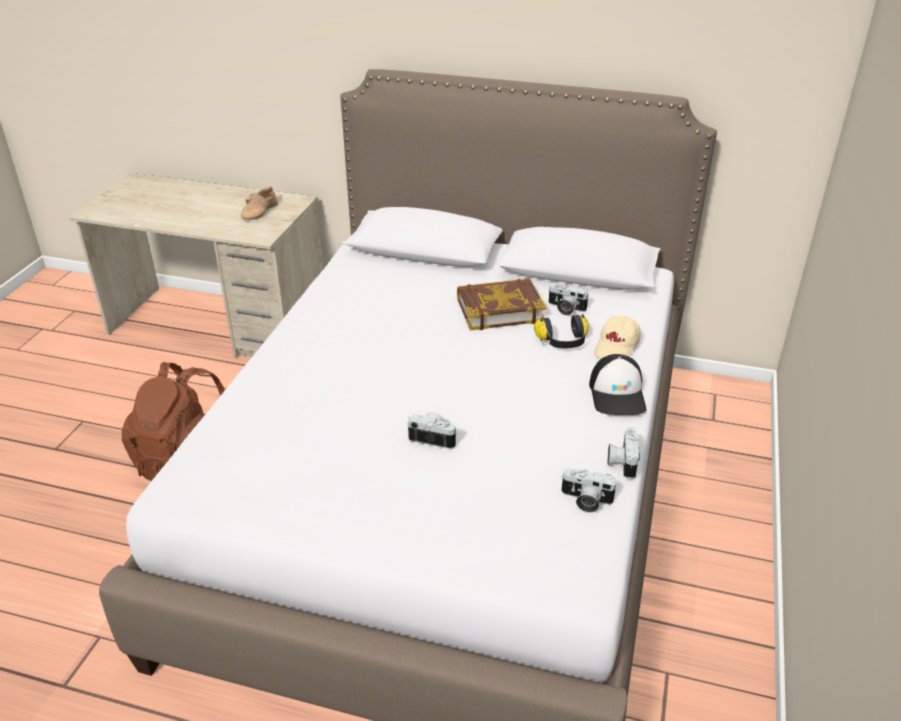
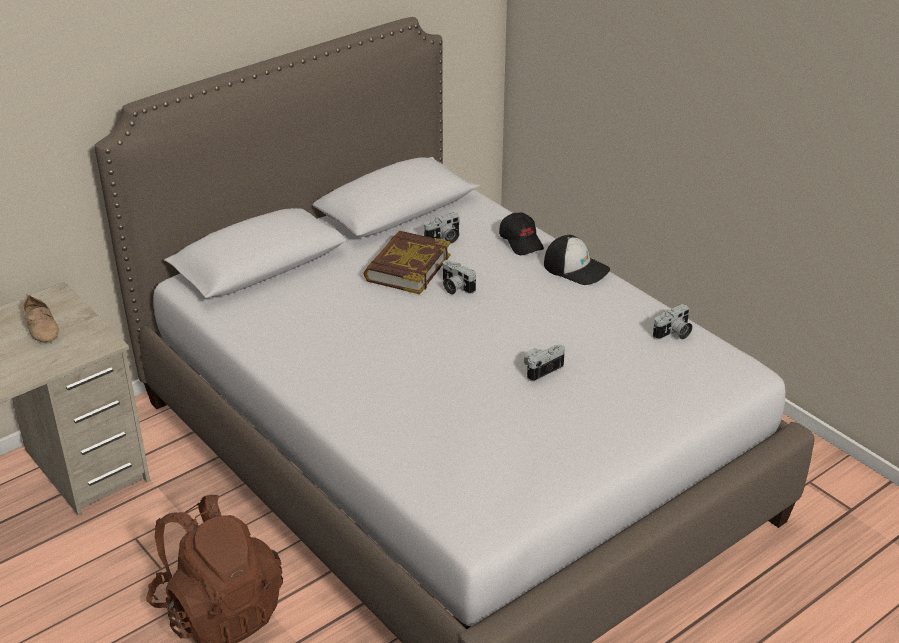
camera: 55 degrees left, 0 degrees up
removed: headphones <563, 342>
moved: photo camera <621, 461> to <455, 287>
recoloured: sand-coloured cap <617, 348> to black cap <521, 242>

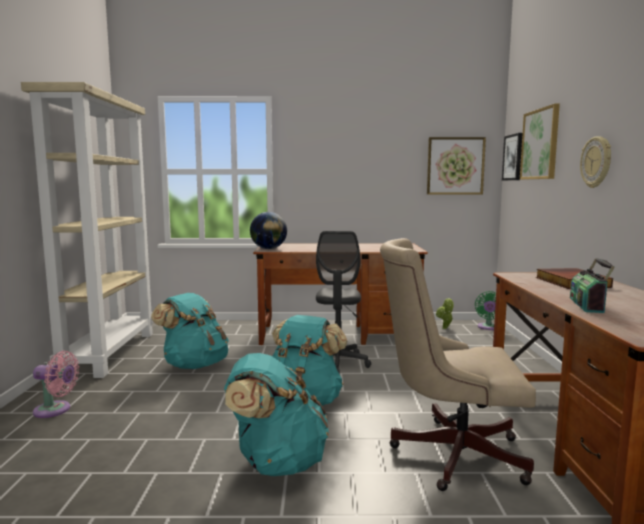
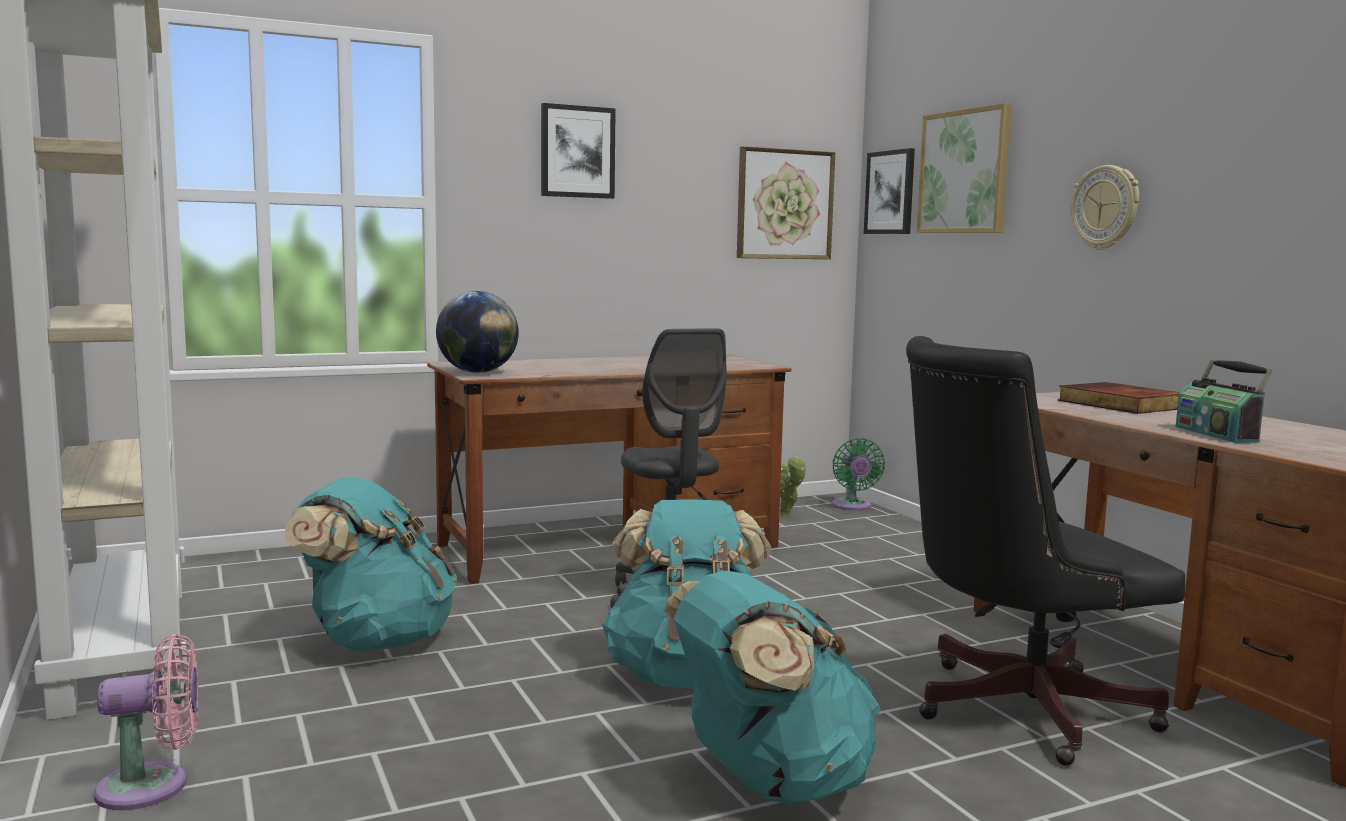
camera: 25 degrees left, 0 degrees up
added: wall picture <577, 152>
recoloured: sand-coloured desk chair <449, 452> to black desk chair <1014, 709>

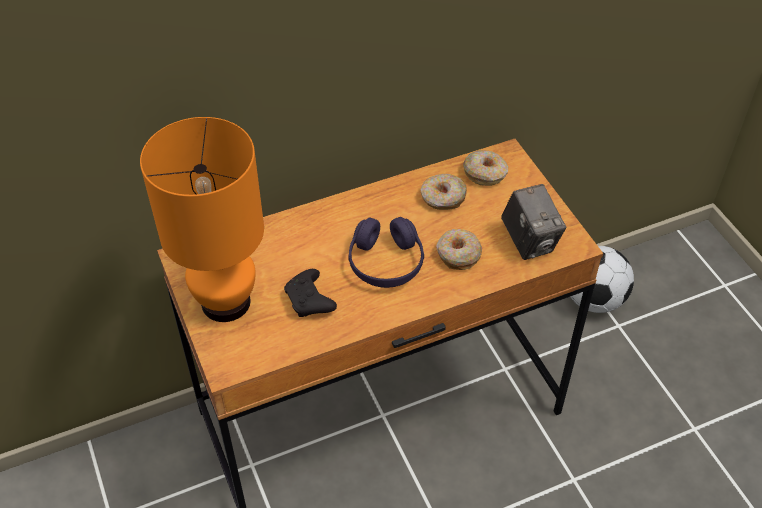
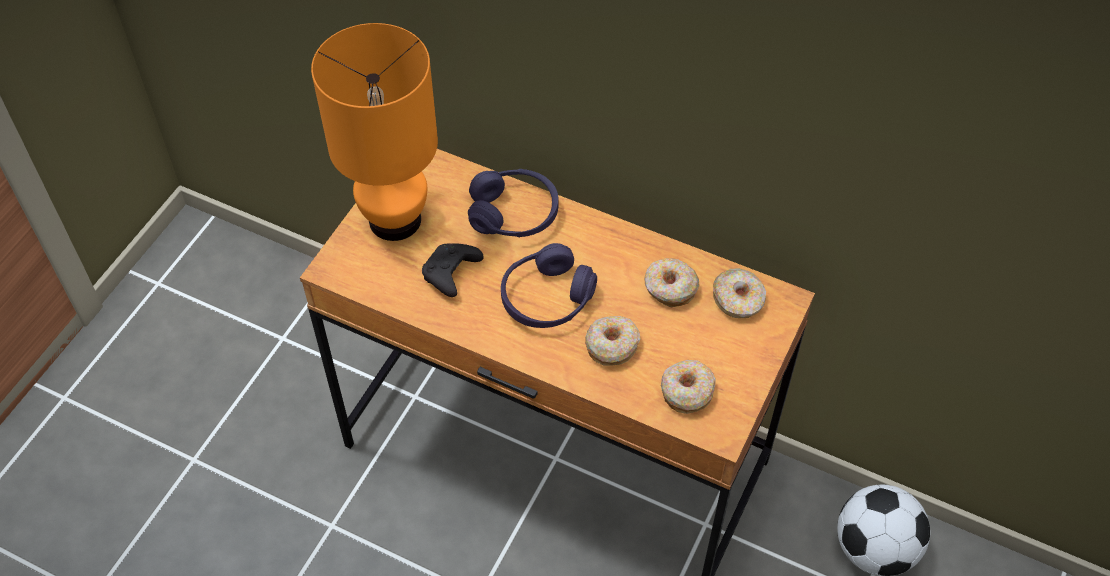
camera: 50 degrees right, 5 degrees up
added: purplish headphones <513, 213>
replaced: photo camera <529, 241> to ring doughnut <686, 391>

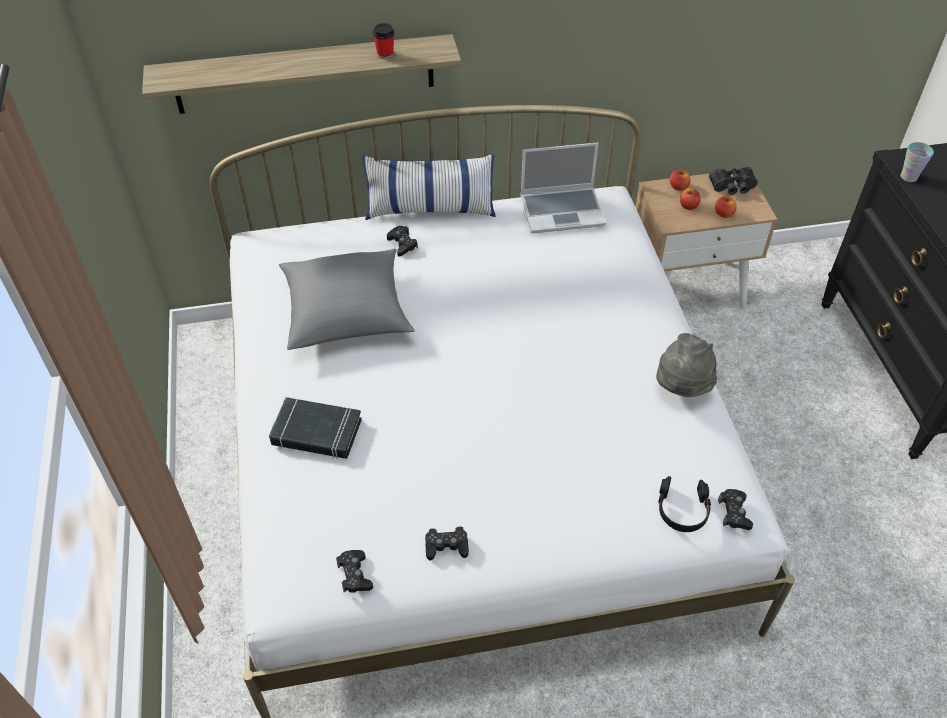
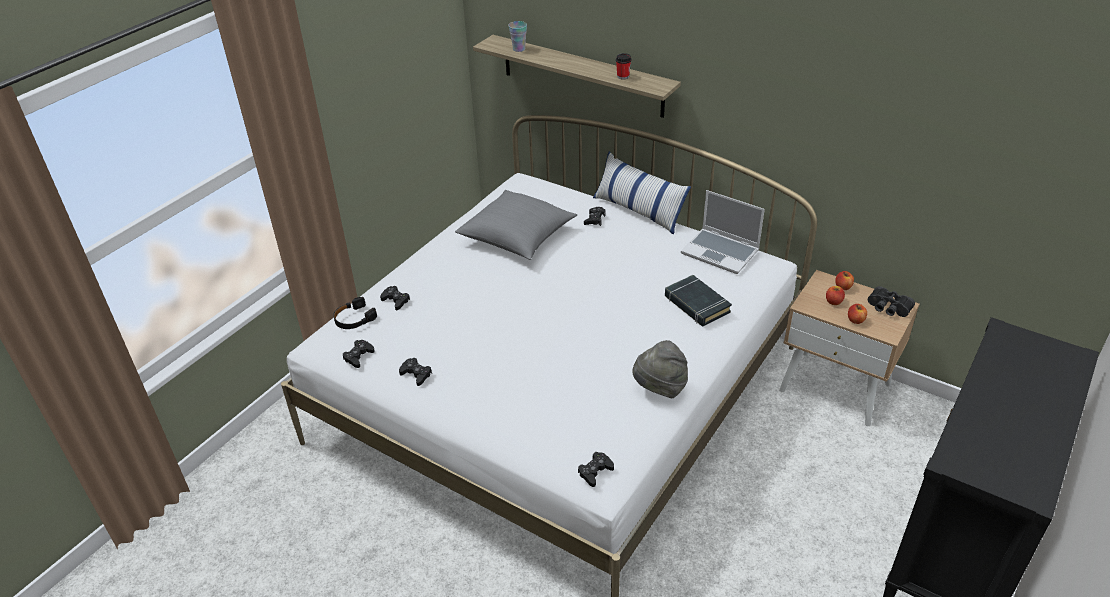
camera: 45 degrees right, 10 degrees down
added: black game controller <395, 300>
moved: cup <908, 177> to <519, 49>; black book <316, 433> to <696, 304>; black headphones <682, 509> to <354, 319>

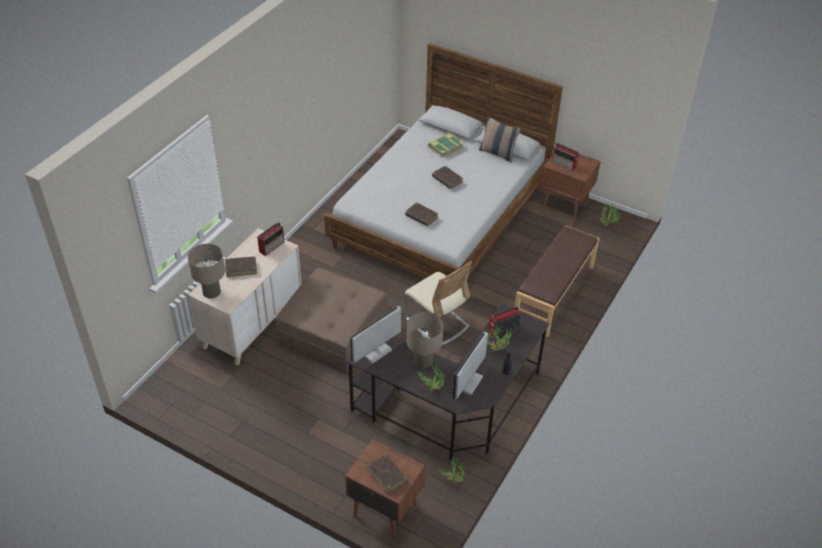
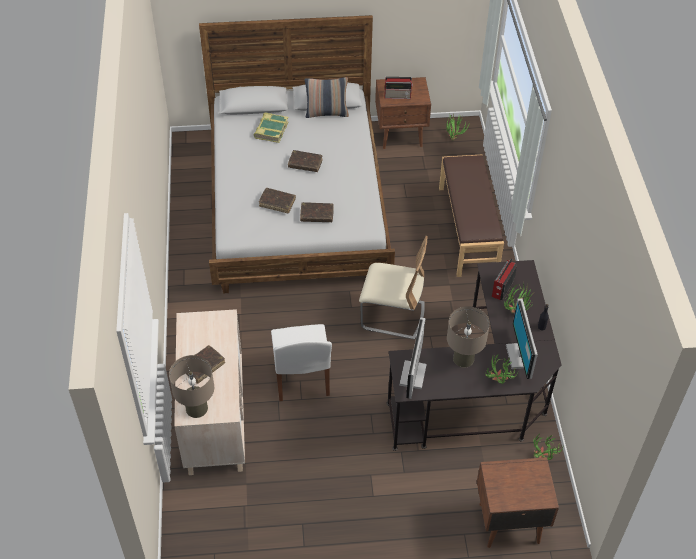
camera: 35 degrees left, 5 degrees up
removed: radio <272, 246>
moved: brown-coloured book <387, 475> to <277, 203>
replaced: brown-coloured pouffe <332, 330> to white-coloured plain chair <301, 379>

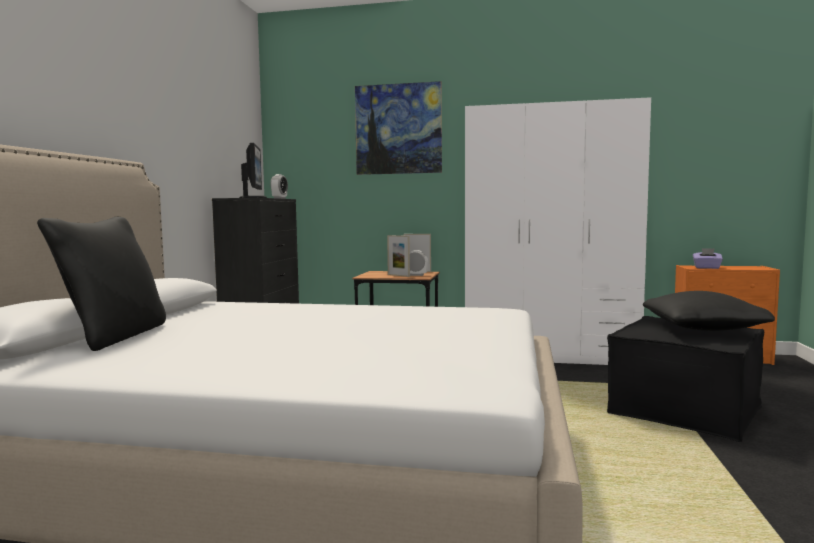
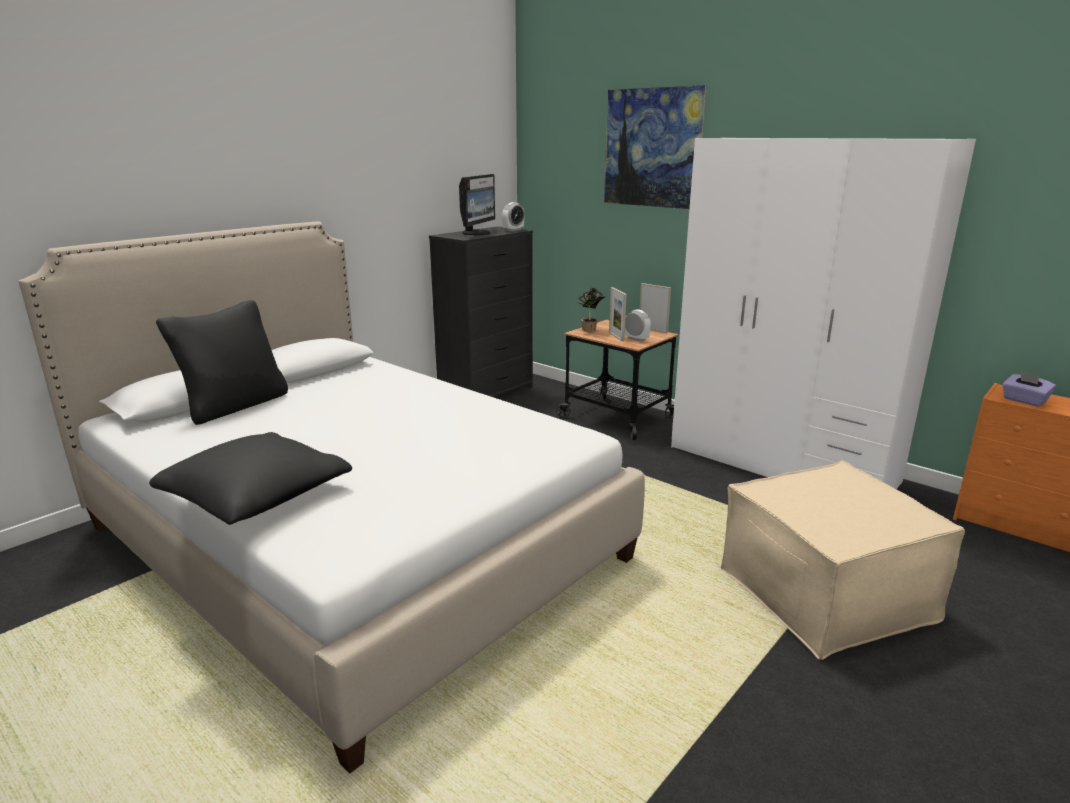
camera: 30 degrees right, 15 degrees up
added: houseplant <590, 330>
moved: black throw pillow <703, 328> to <256, 497>
recoloured: black pouffe <684, 410> to sand-coloured pouffe <825, 593>

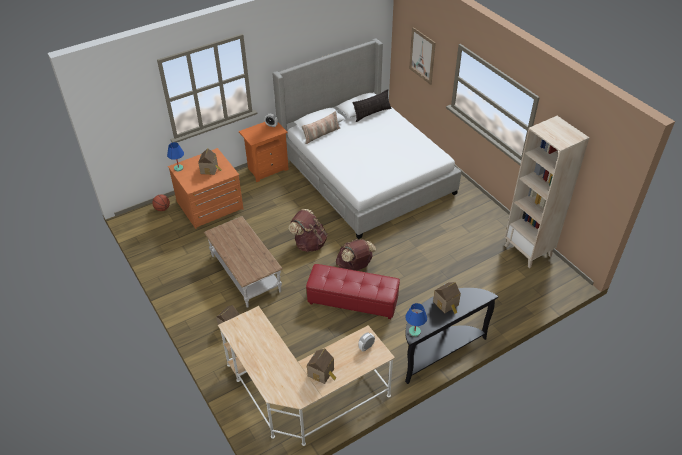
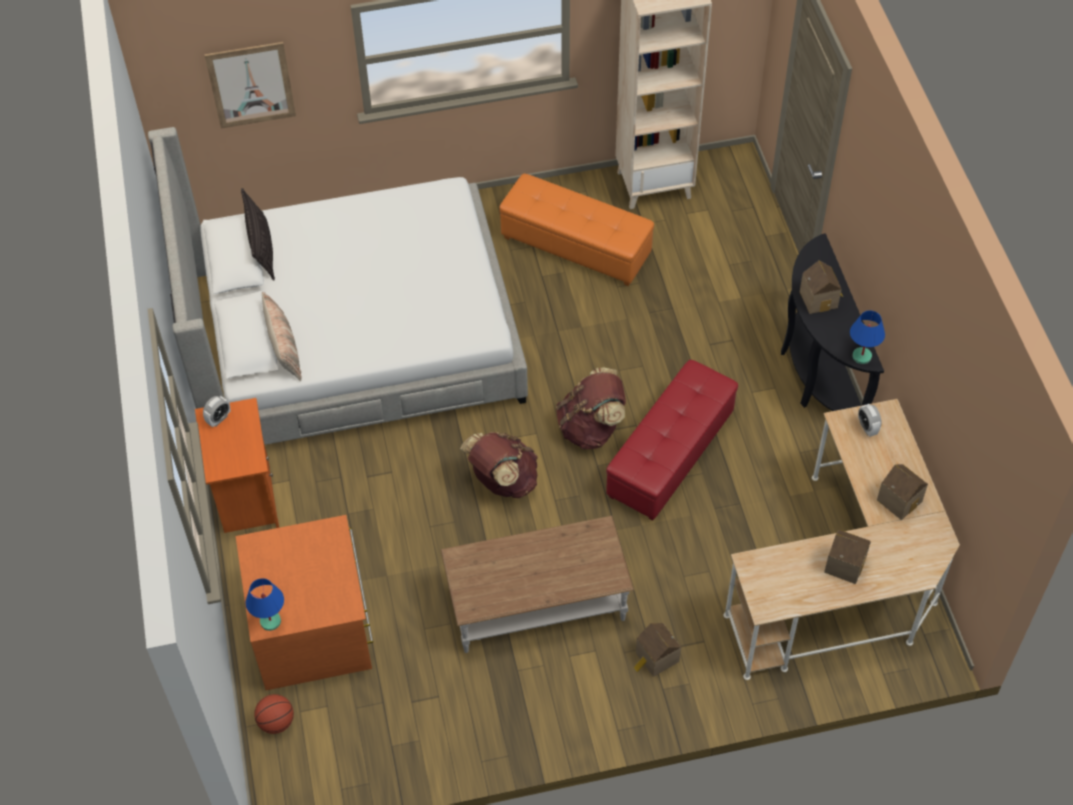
camera: 70 degrees left, 10 degrees up
added: orange pouffe <577, 246>
moved: miniature house <210, 169> to <845, 563>

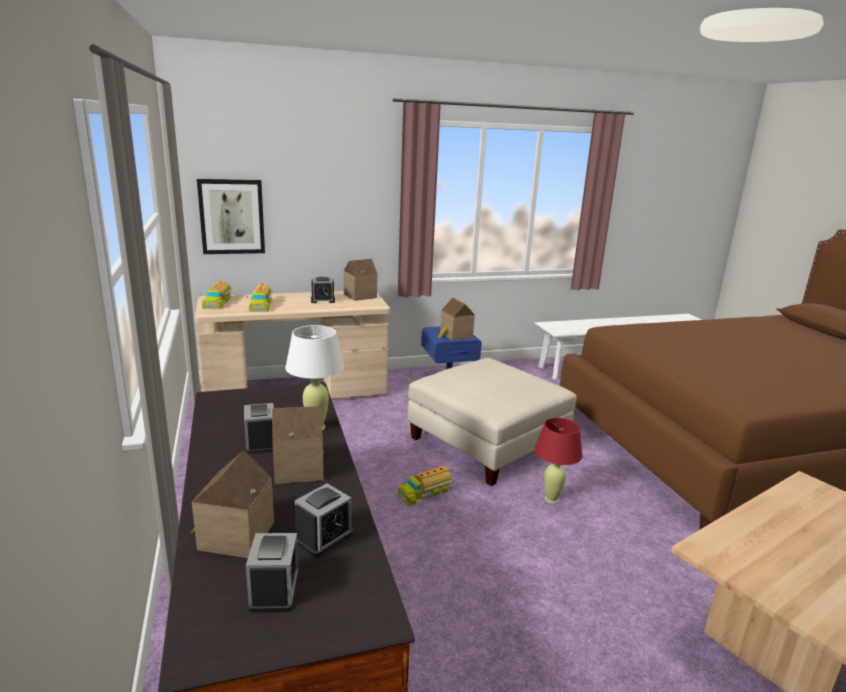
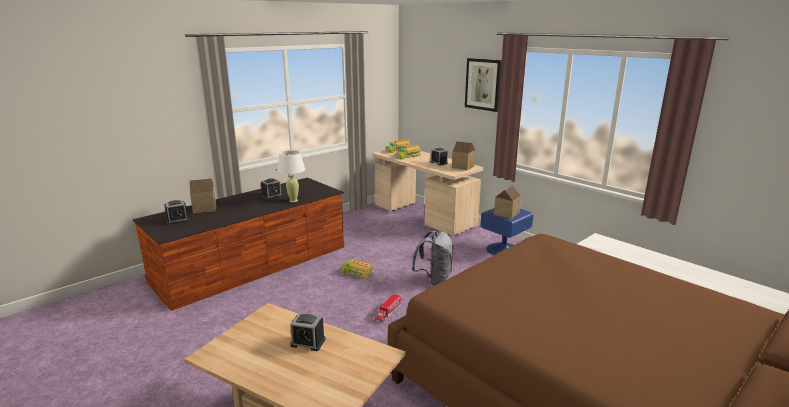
camera: 65 degrees right, 0 degrees up
removed: miniature house <298, 467>
moved: wall picture <232, 216> to <483, 84>; table clock <324, 537> to <308, 342>
replaced: sand-coloured pouffe <487, 442> to grey knapsack <434, 279>; red-coloured tabletop lamp <551, 499> to toy lorry <388, 312>

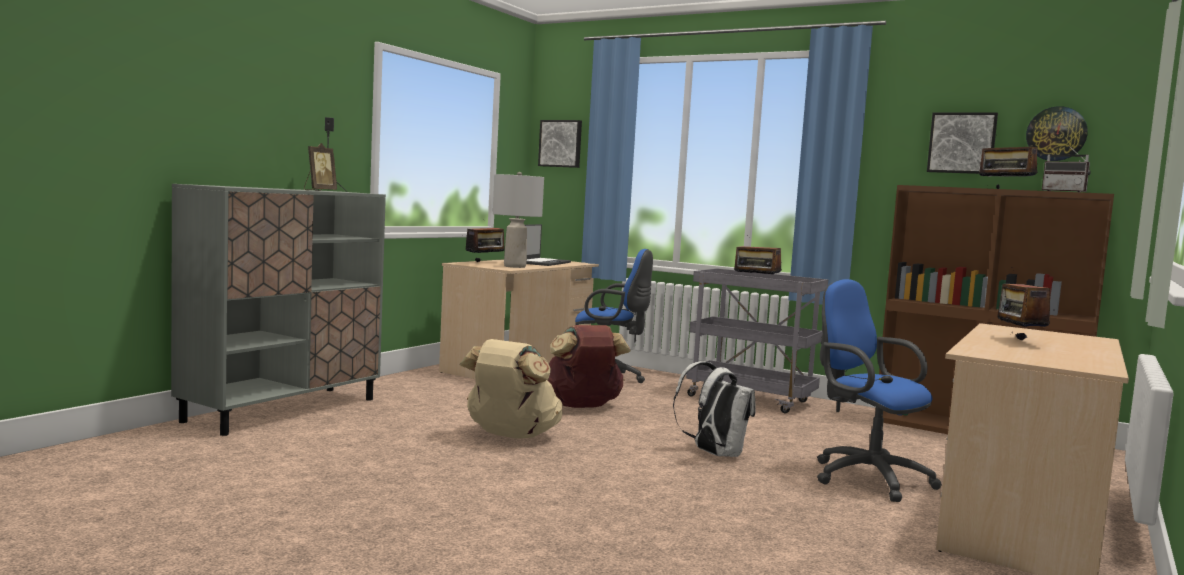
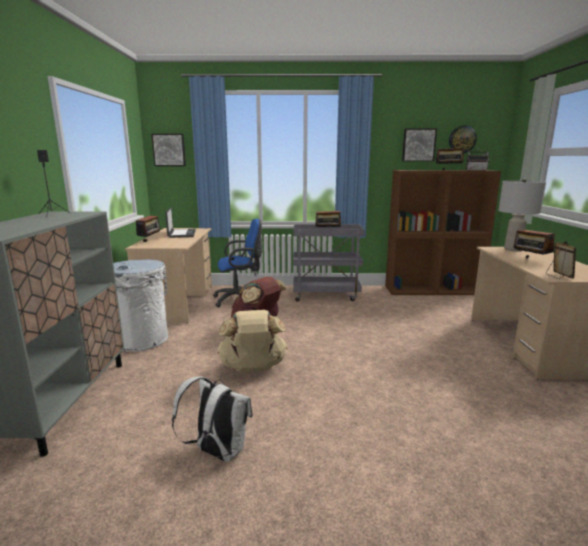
camera: 30 degrees left, 10 degrees up
removed: bluish desk chair <865, 477>
added: white-coloured waste bin <142, 340>
moved: standing frame <319, 190> to <558, 276>; grey tabletop lamp <515, 266> to <513, 249>; white-coloured knapsack <713, 453> to <217, 452>

